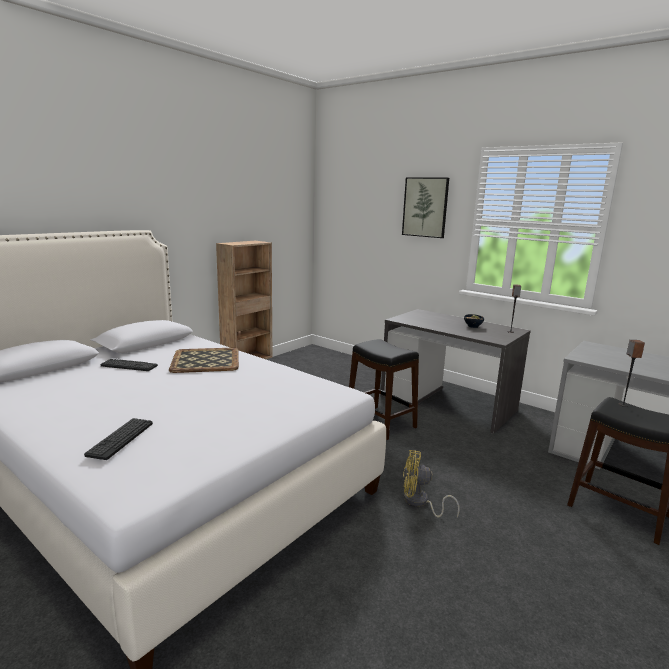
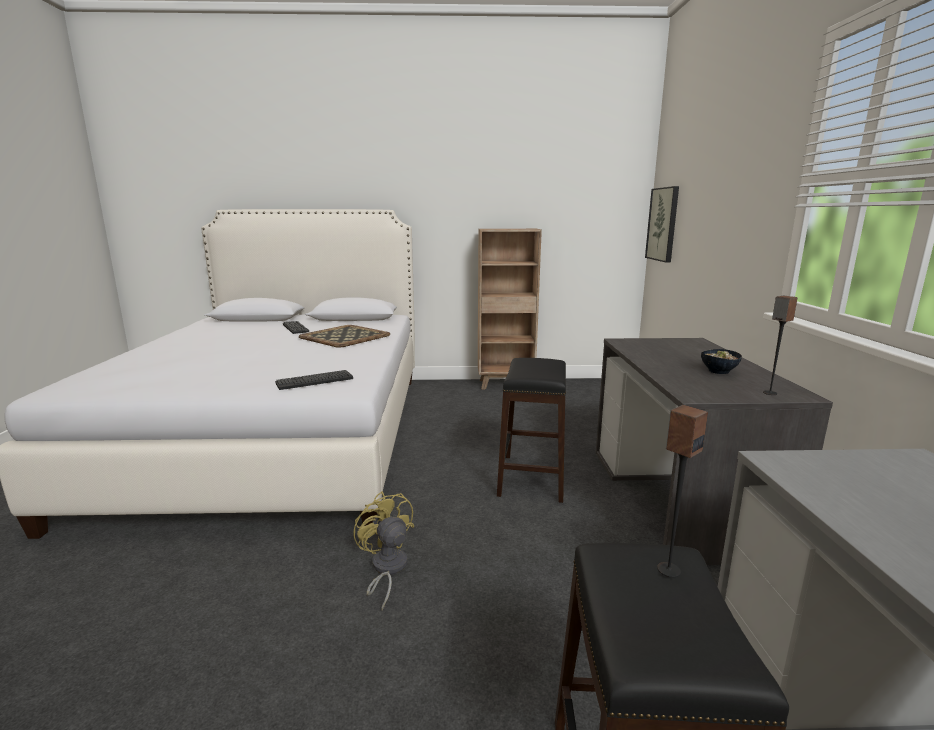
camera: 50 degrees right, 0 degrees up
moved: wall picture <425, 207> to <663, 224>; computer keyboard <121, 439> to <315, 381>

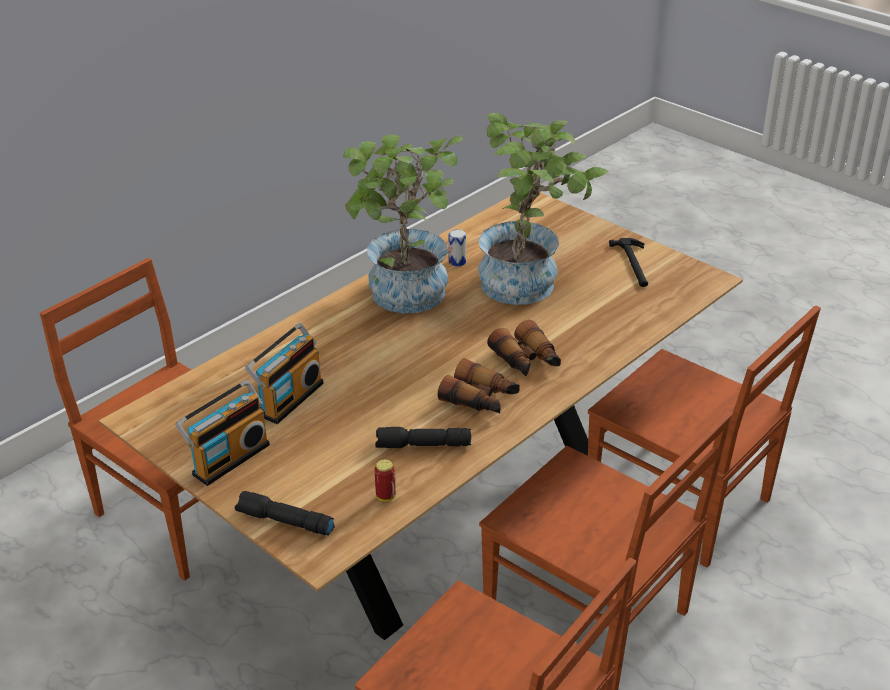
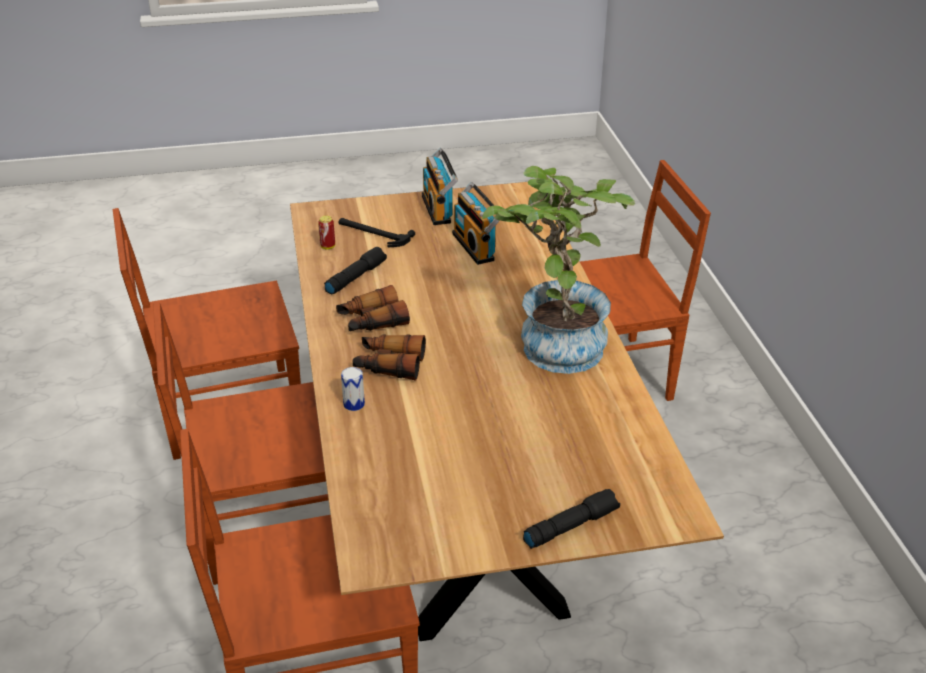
camera: 125 degrees right, 0 degrees up
removed: houseplant <529, 284>
moved: metal can <457, 262> to <354, 404>; hand hammer <634, 264> to <373, 233>; black torch <284, 522> to <570, 525>

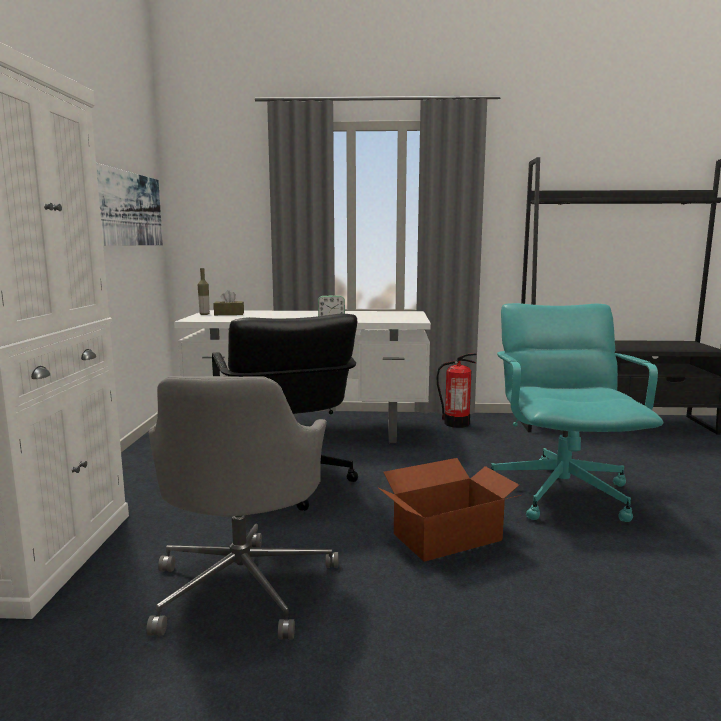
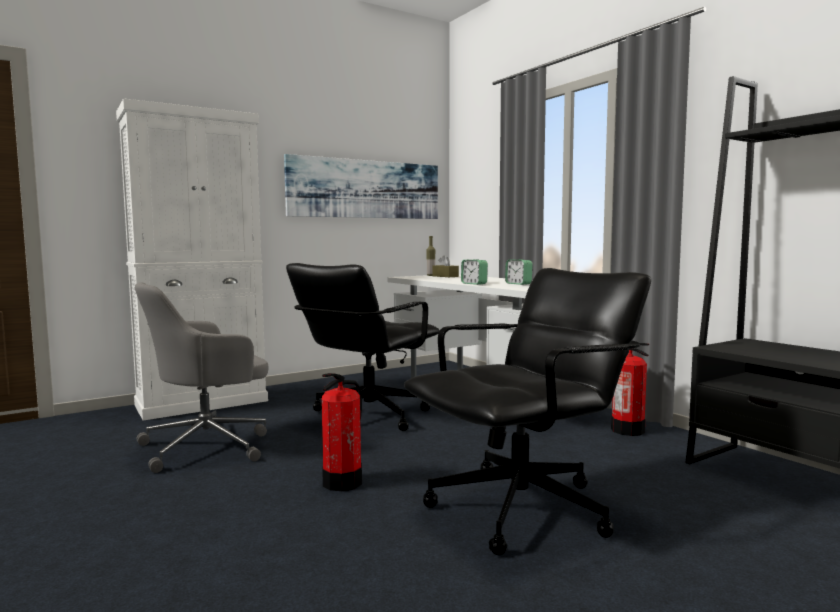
camera: 55 degrees right, 5 degrees down
added: table clock <518, 284>
replaced: cardboard box <448, 537> to fire extinguisher <343, 482>
recoloured: turquoise-coloured desk chair <562, 493> to black desk chair <523, 509>

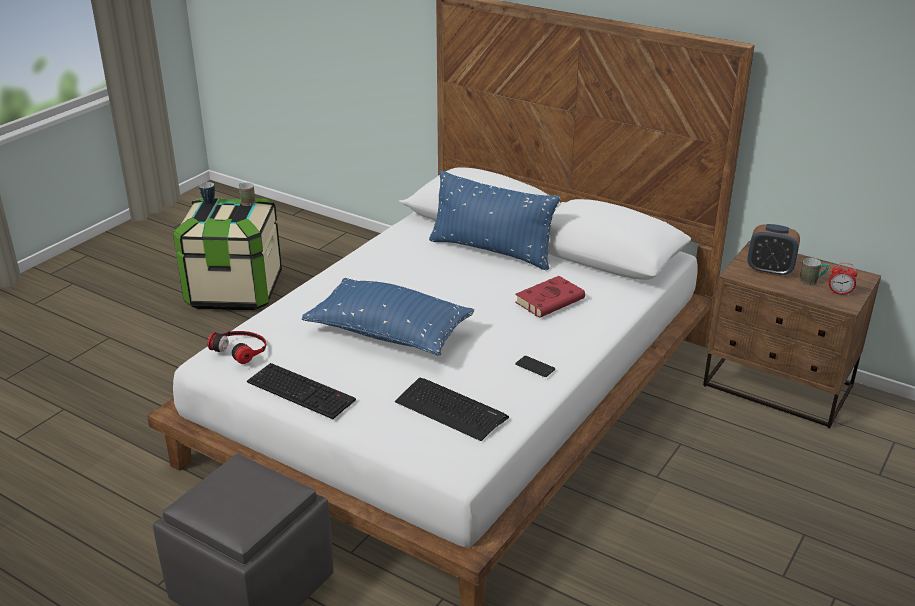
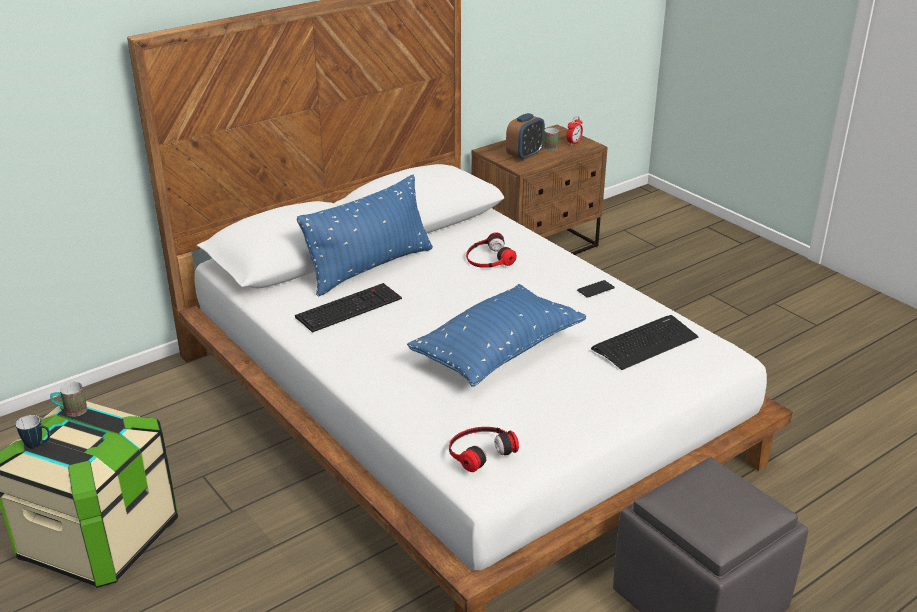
camera: 70 degrees left, 0 degrees up
moved: computer keyboard <303, 391> to <349, 307>
replaced: red-coloured book <551, 300> to headphones <488, 258>

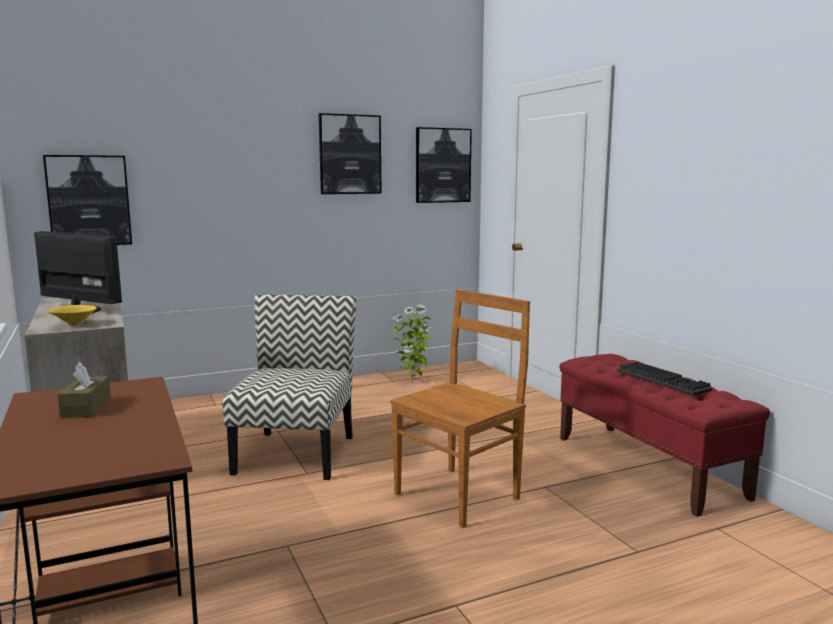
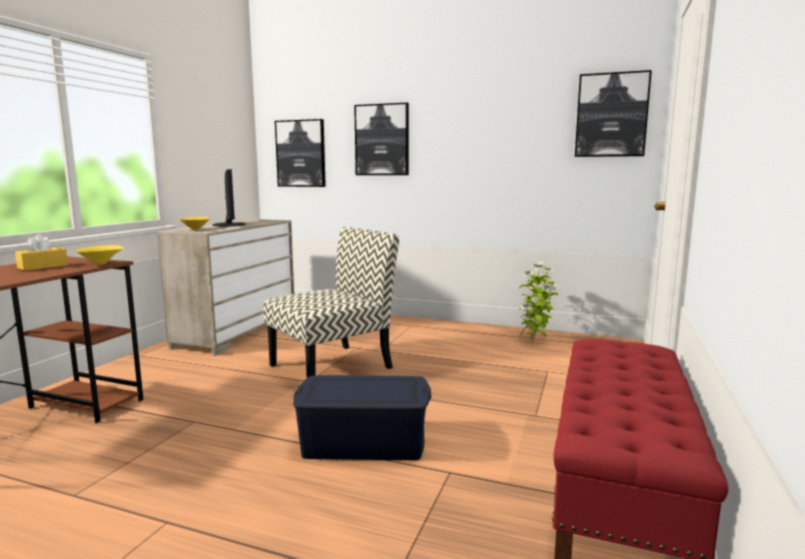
camera: 45 degrees right, 0 degrees up
removed: computer keyboard <664, 381>
added: yellow-coloured bowl <102, 263>
moved: wall picture <349, 154> to <382, 140>
replaced: brown-coloured plain chair <459, 495> to bluish storage bin <364, 442>
recoloured: brown-coloured tissue box <86, 407> to yellow-coloured tissue box <43, 266>

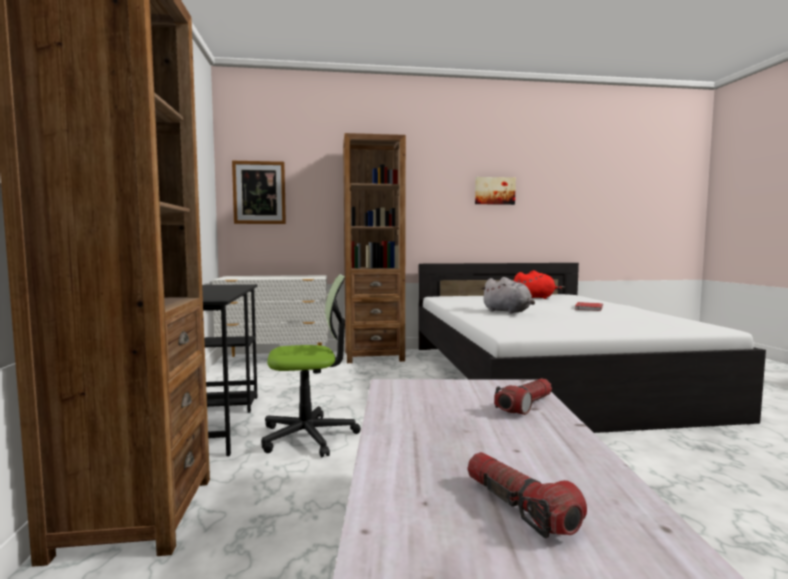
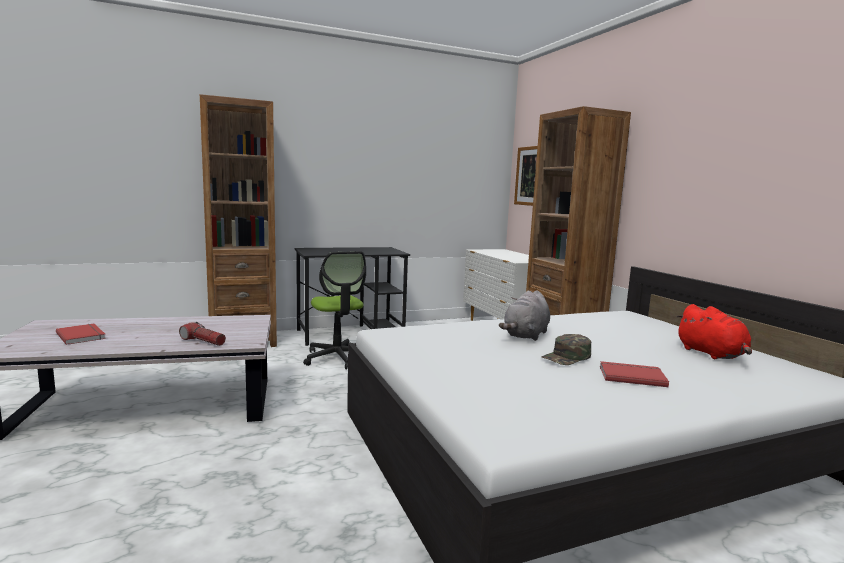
camera: 75 degrees right, 5 degrees up
removed: wall picture <494, 191>
added: greenish cap <567, 357>
replaced: torch <519, 507> to red-coloured book <82, 335>

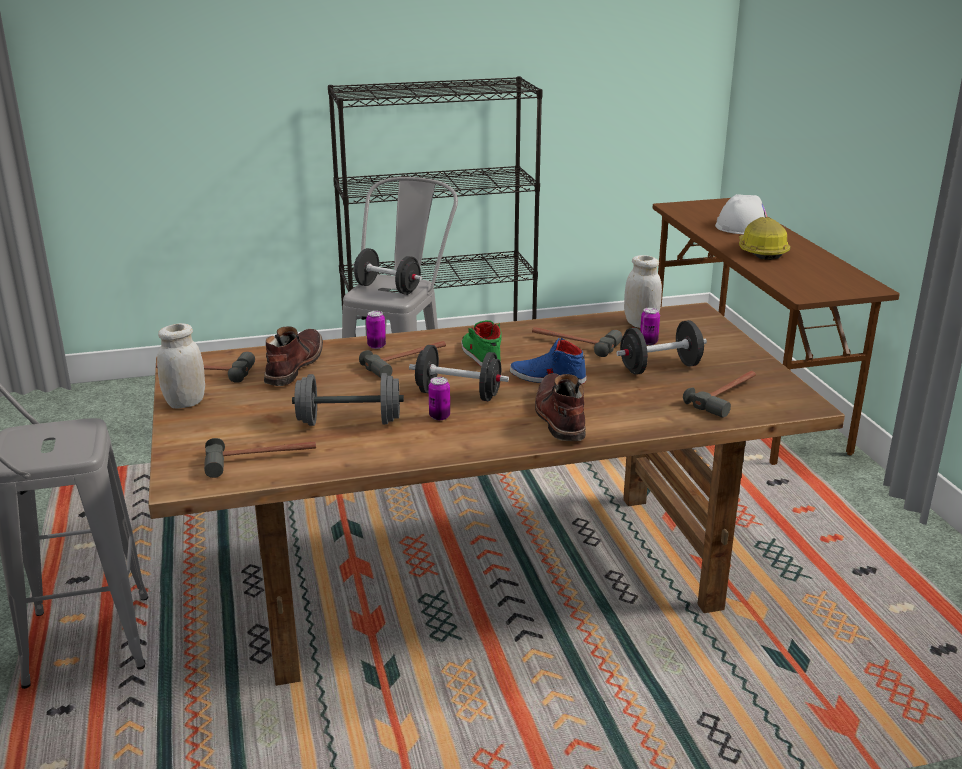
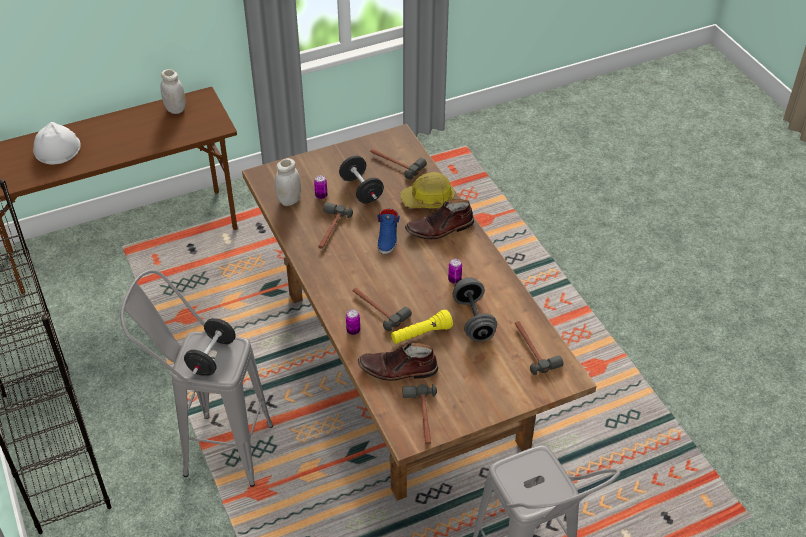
camera: 100 degrees left, 20 degrees up
removed: greenish item of footwear <480, 355>; black free weight <458, 394>
added: yellow-coloured torch <421, 334>
moved: hard hat <761, 251> to <428, 199>; white-coloured jar <185, 403> to <175, 109>

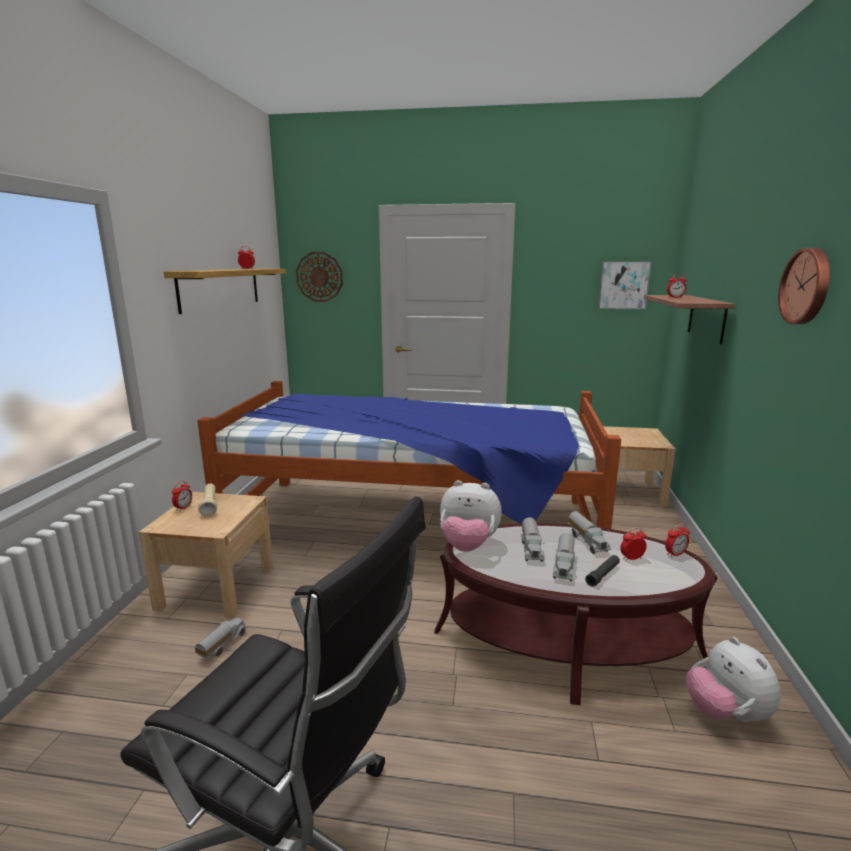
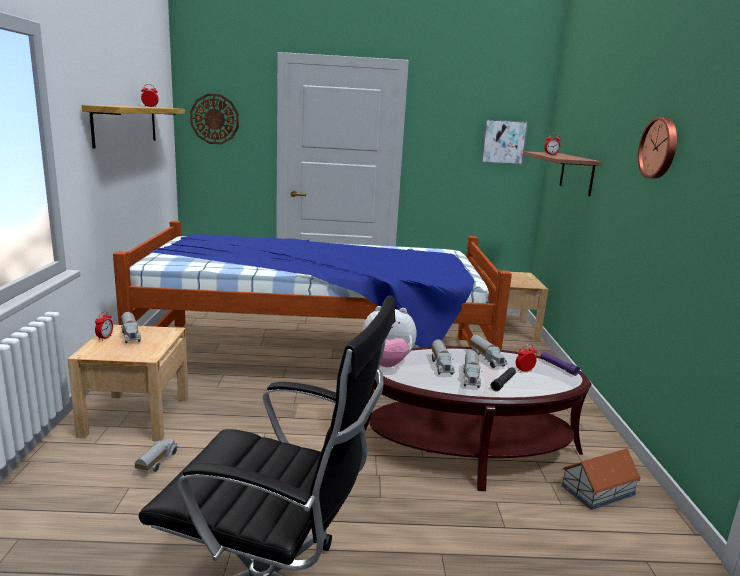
camera: 10 degrees left, 0 degrees up
replaced: sand-coloured torch <210, 505> to toy lorry <131, 336>; table clock <675, 554> to purplish torch <558, 367>; soft toy <726, 713> to miniature house <598, 490>

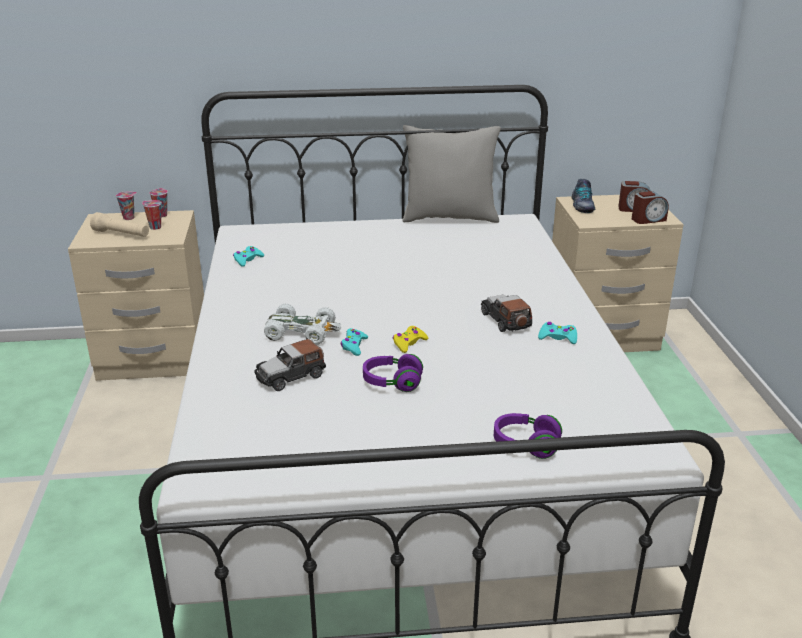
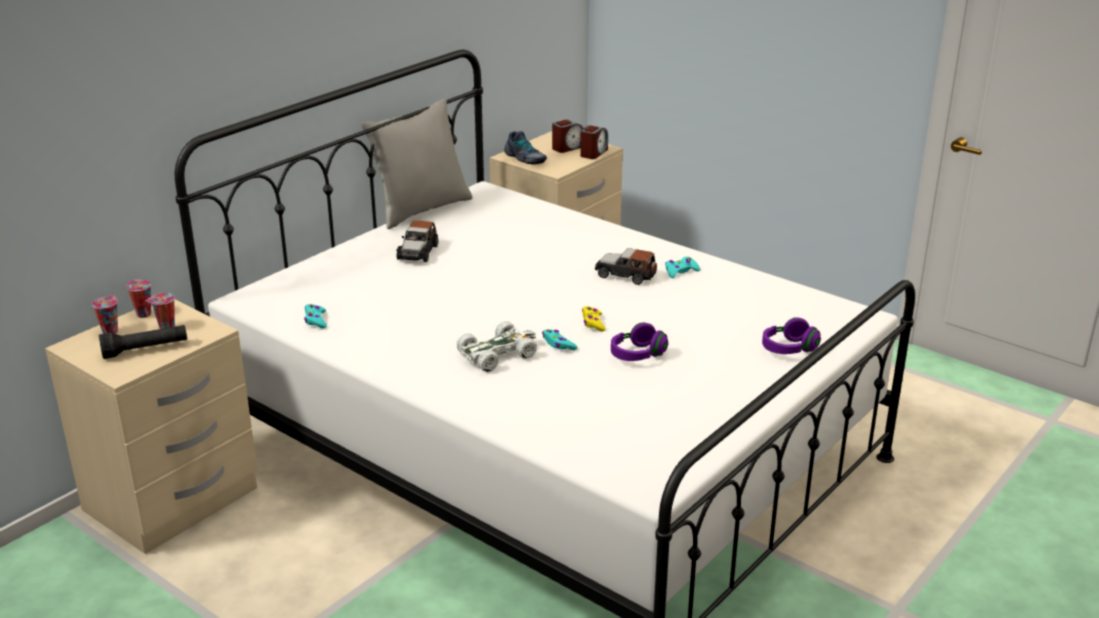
camera: 45 degrees left, 0 degrees up
moved: model car <291, 376> to <418, 252>
recoloured: sand-coloured torch <121, 234> to black torch <145, 350>

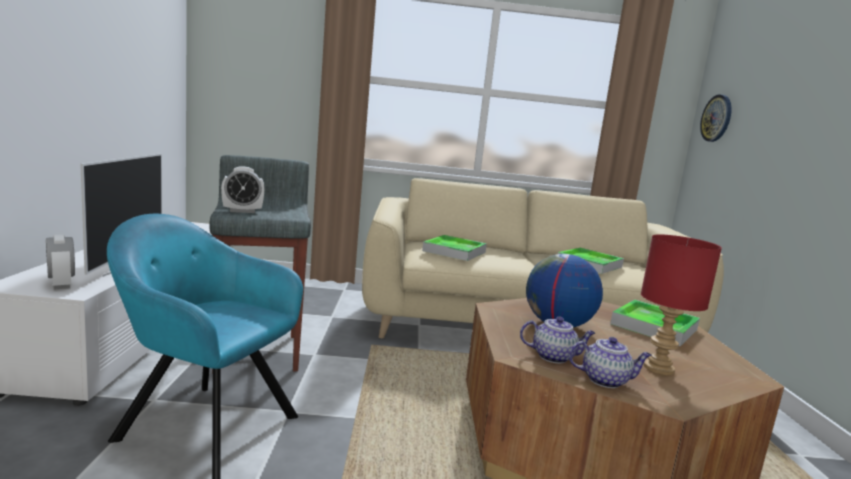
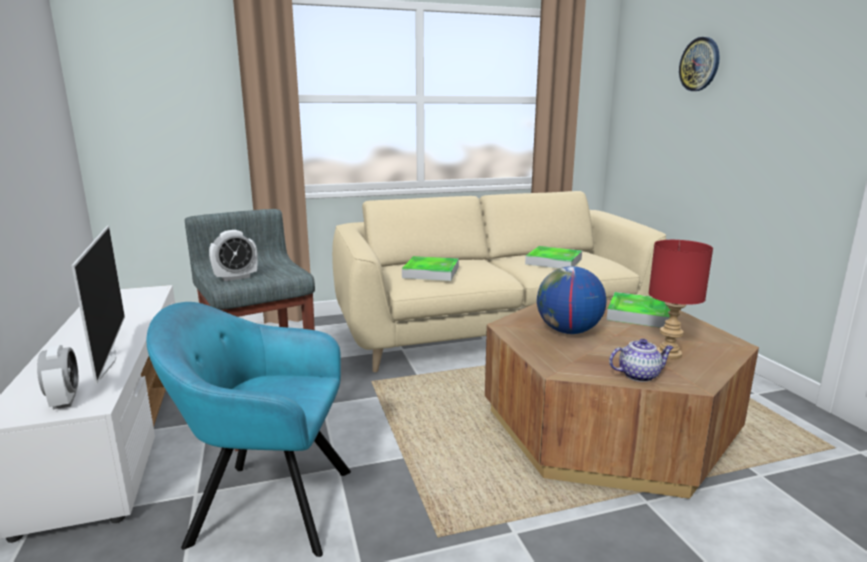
camera: 15 degrees left, 5 degrees up
removed: pot for tea <554, 357>
moved: wall clock <716, 118> to <699, 64>
turned: table clock <61, 284> = <64, 400> 150 degrees counterclockwise

